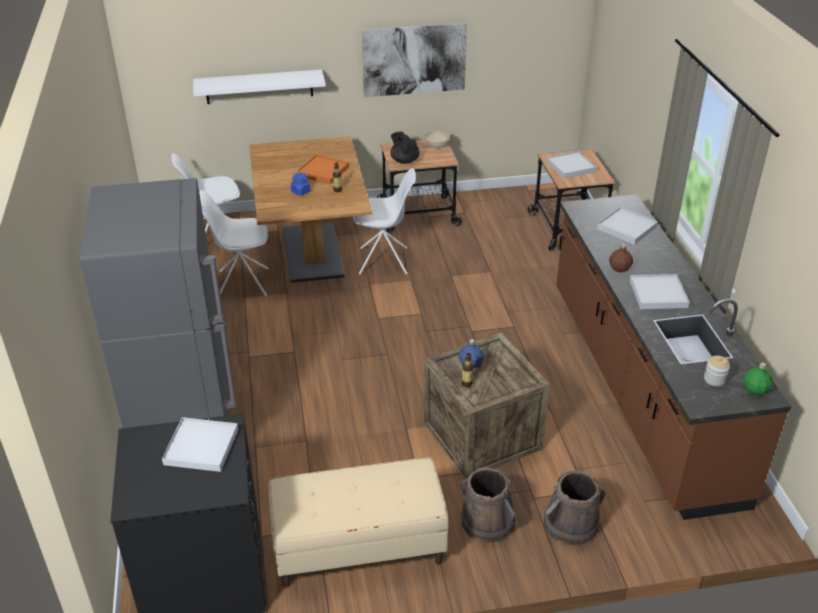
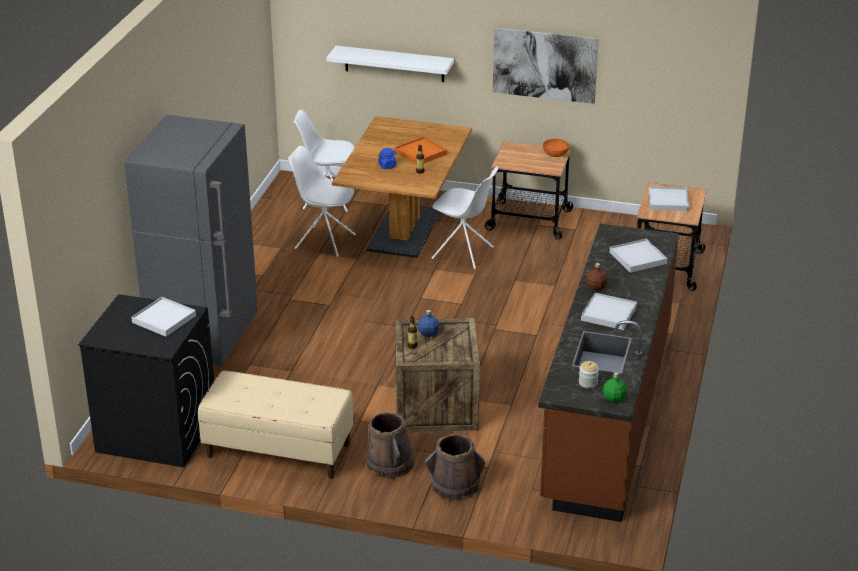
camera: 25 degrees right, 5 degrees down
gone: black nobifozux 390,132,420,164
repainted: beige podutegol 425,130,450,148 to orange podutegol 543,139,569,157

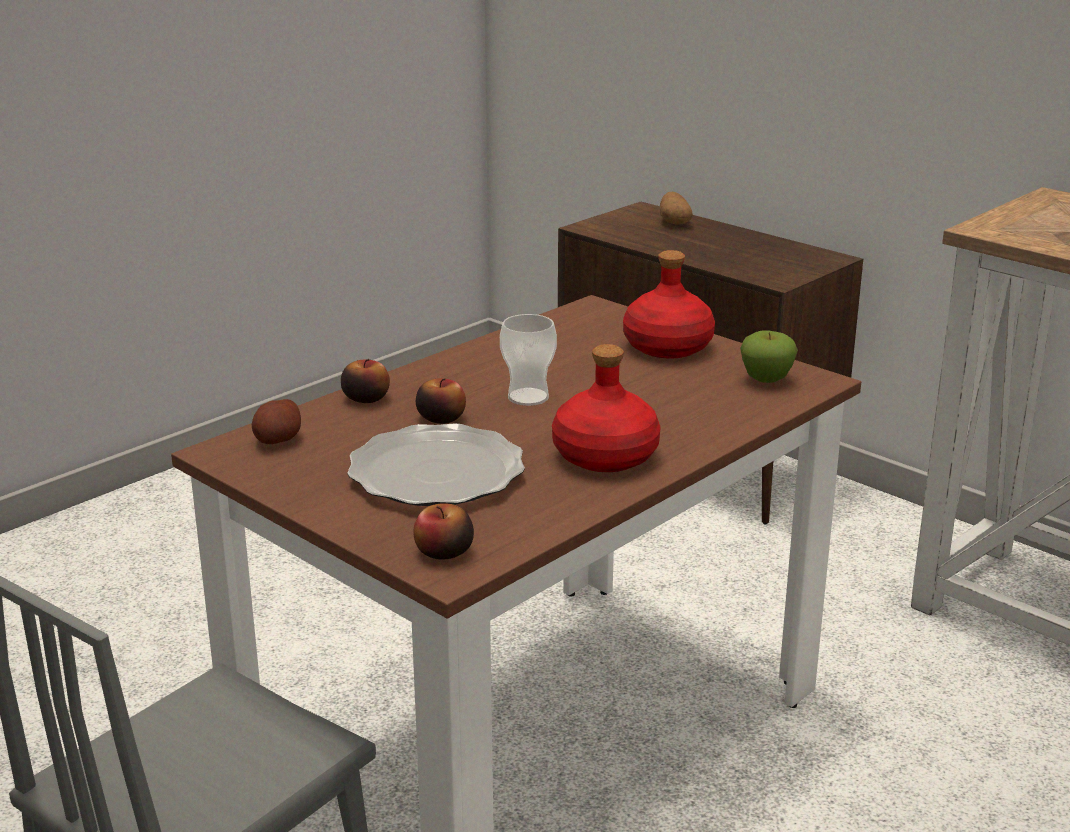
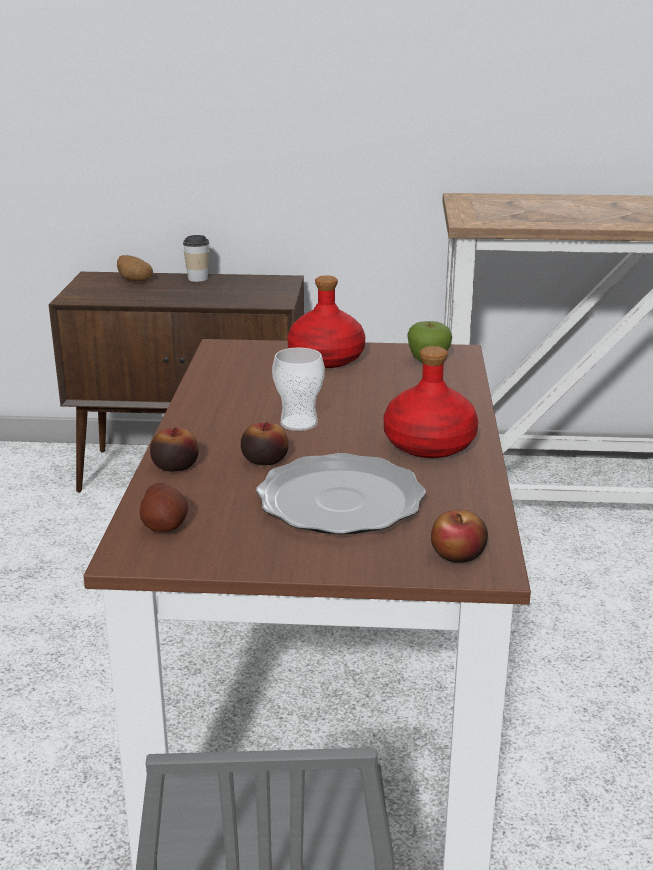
camera: 40 degrees left, 0 degrees up
new: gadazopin 183,235,209,282

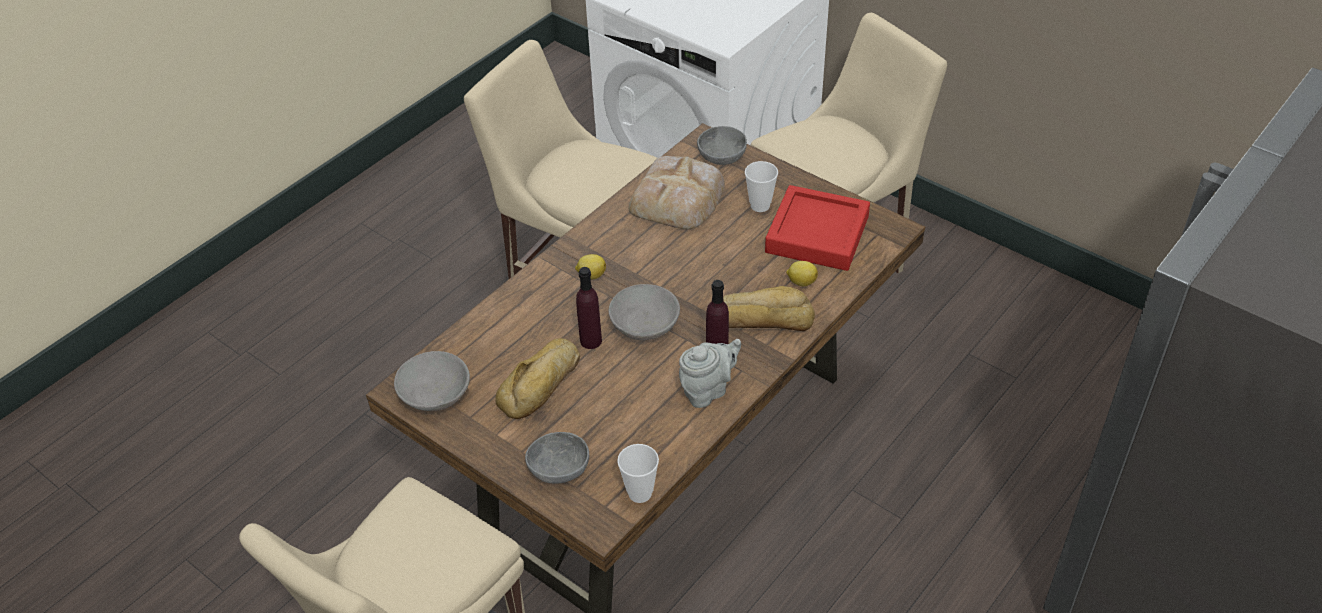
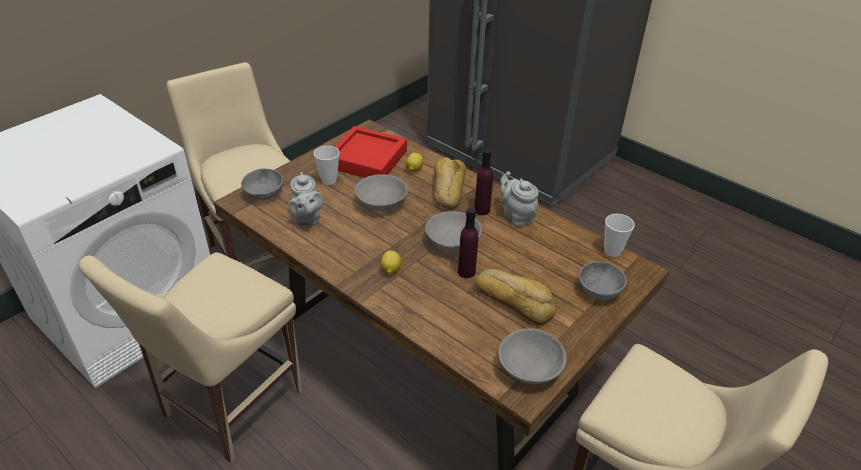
camera: 90 degrees left, 5 degrees down
new: grey podutegol 355,174,408,211
swapped: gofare 629,156,725,229 to grey nobifozux 288,172,323,226

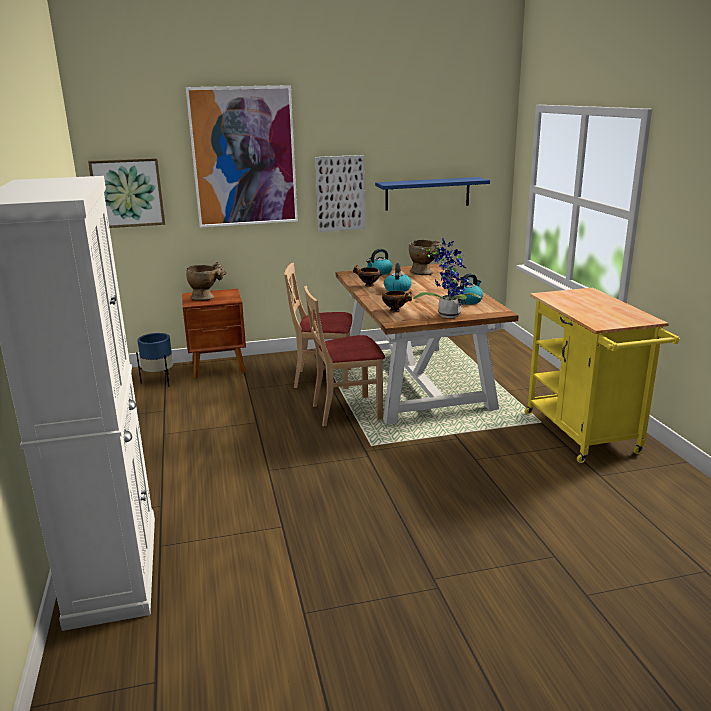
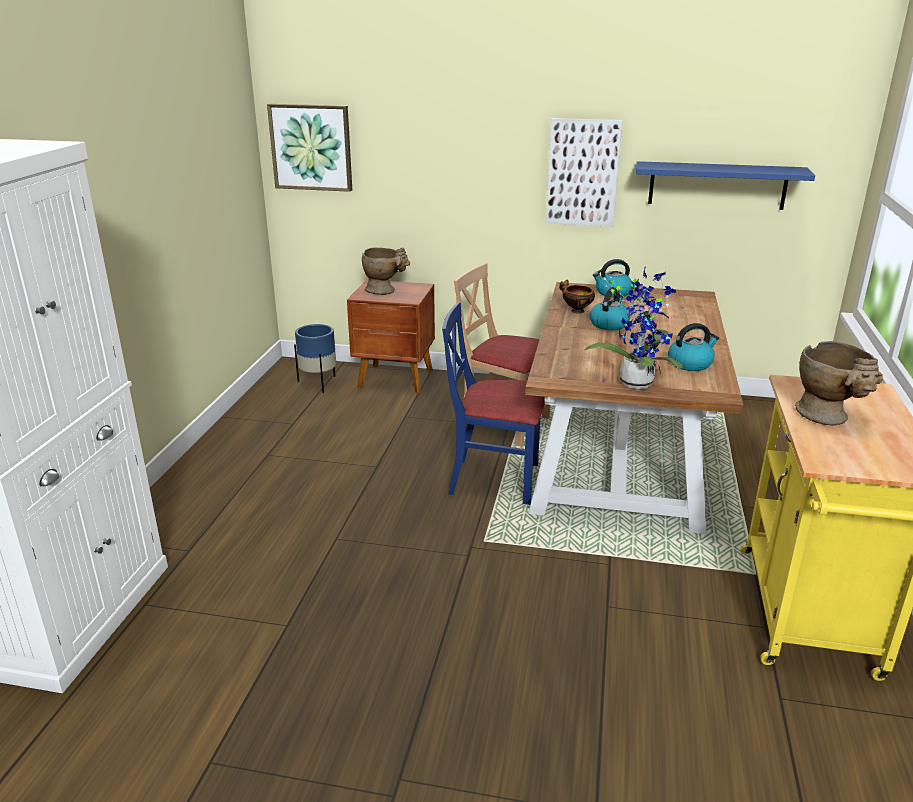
camera: 25 degrees right, 5 degrees up
gone: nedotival 186,85,298,228; podutegol 382,291,412,312
shifted: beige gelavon 409,240,442,275 to 795,341,883,426
repainted: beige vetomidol 304,286,385,426 to blue vetomidol 442,302,545,505

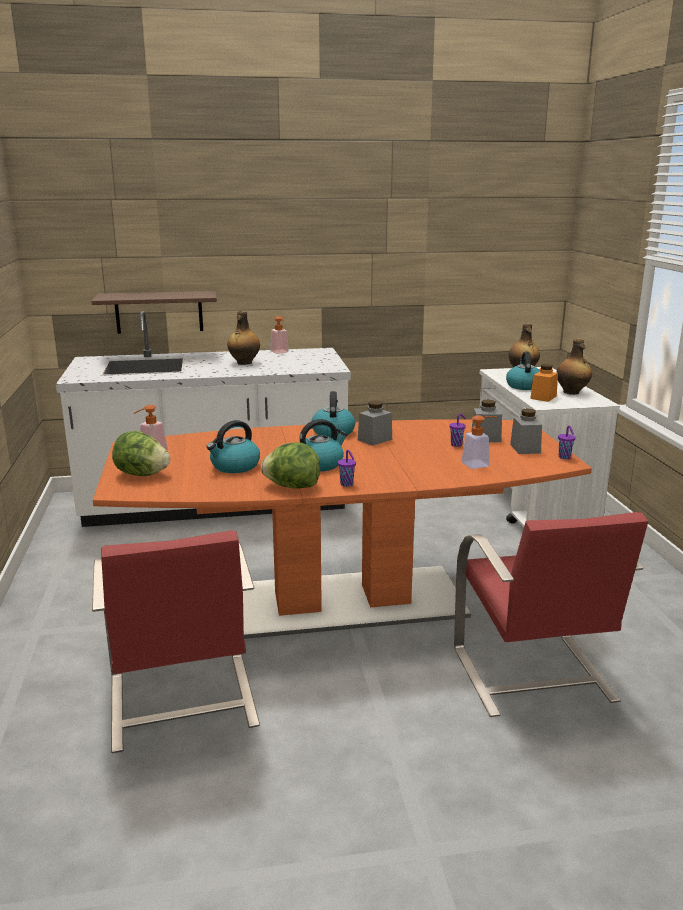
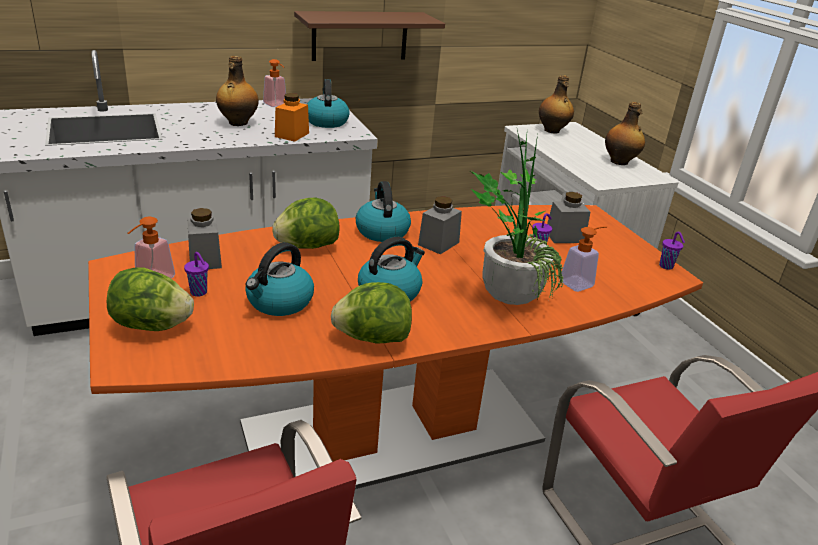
camera: 15 degrees left, 10 degrees up
new: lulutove 273,197,340,249; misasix 470,125,564,305
shifted: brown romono 91,291,217,334 to 294,11,445,61; purple gadazopin 338,450,356,487 to 184,252,209,297; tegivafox 506,352,540,390 to 307,79,350,128; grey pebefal 510,409,542,454 to 187,208,222,269; orange pebefal 530,364,558,402 to 275,93,309,142

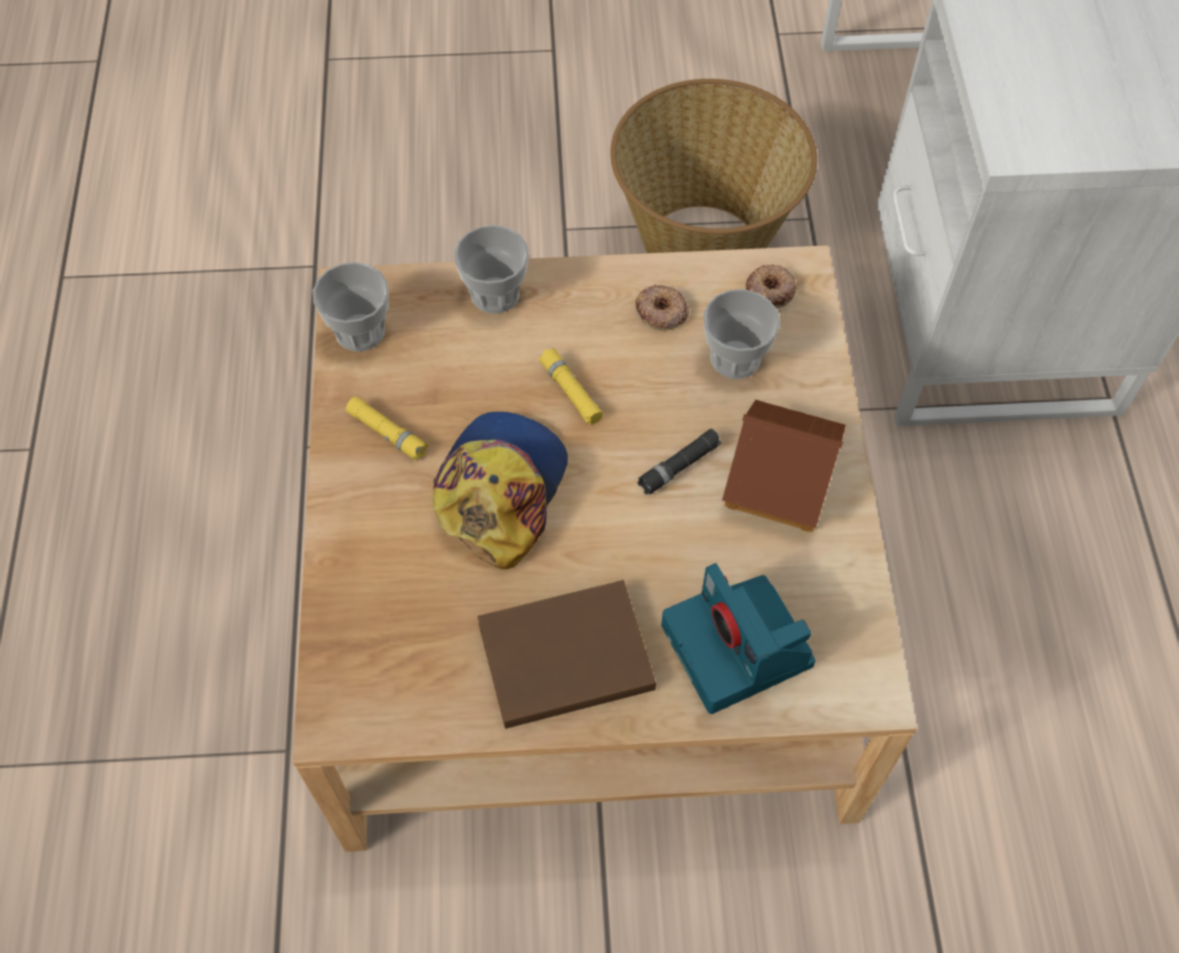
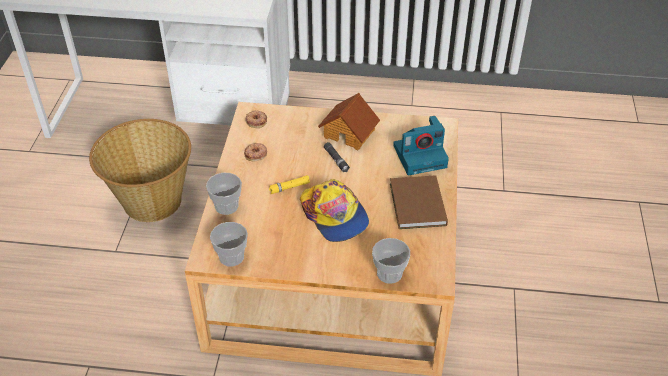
camera: 80 degrees left, 15 degrees down
gone: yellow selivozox 346,397,428,461
shifted: gadazopin 703,289,780,379 to 372,238,410,284
rotated: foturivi 433,412,568,569 = 300,179,369,242 150 degrees counterclockwise

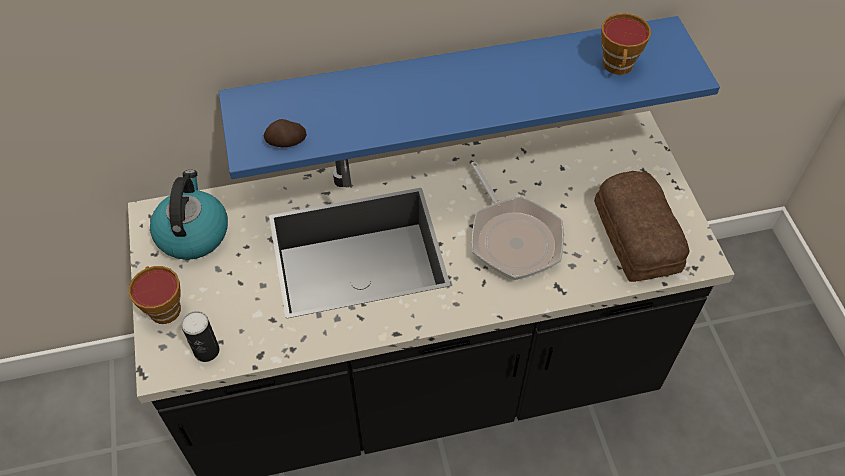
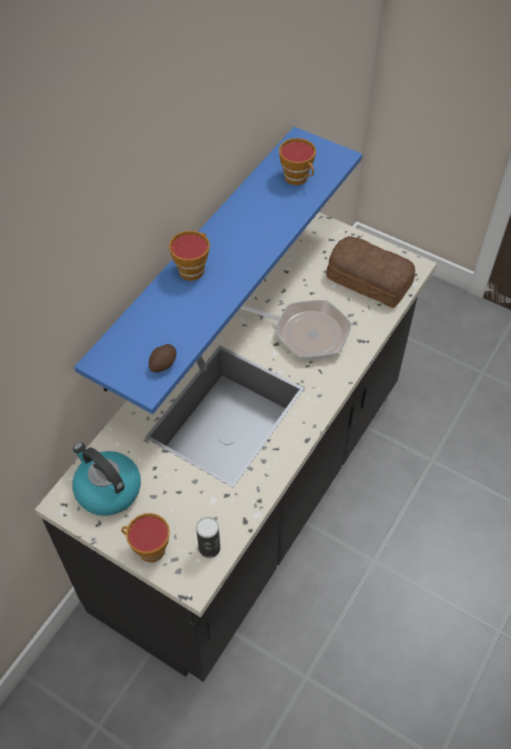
camera: 45 degrees left, 0 degrees up
new: gadazopin 169,231,210,281

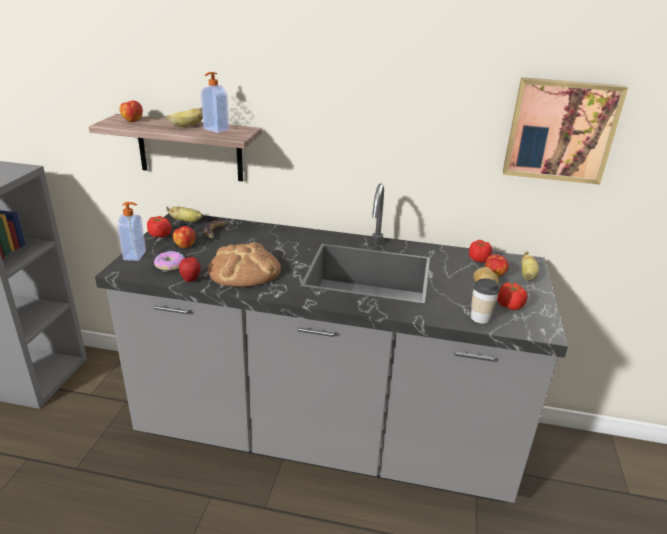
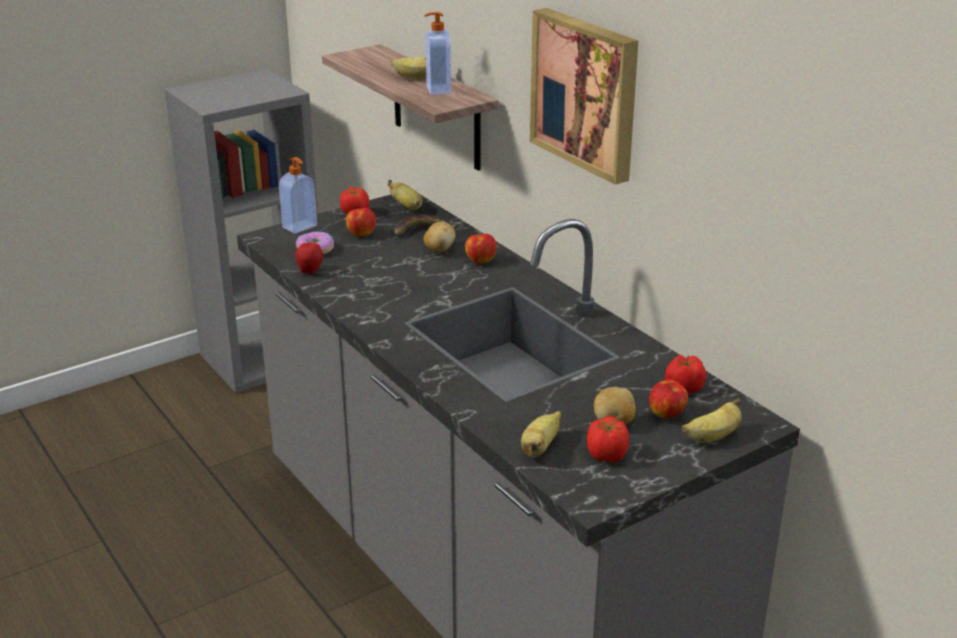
camera: 45 degrees right, 0 degrees up
gone: gofare 208,242,281,287
new: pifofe 424,222,456,252
shifted: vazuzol 119,101,143,122 to 465,234,497,264; nedotival 503,77,628,185 to 530,8,638,185
swapped: gadazopin 471,278,500,323 to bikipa 521,411,561,457

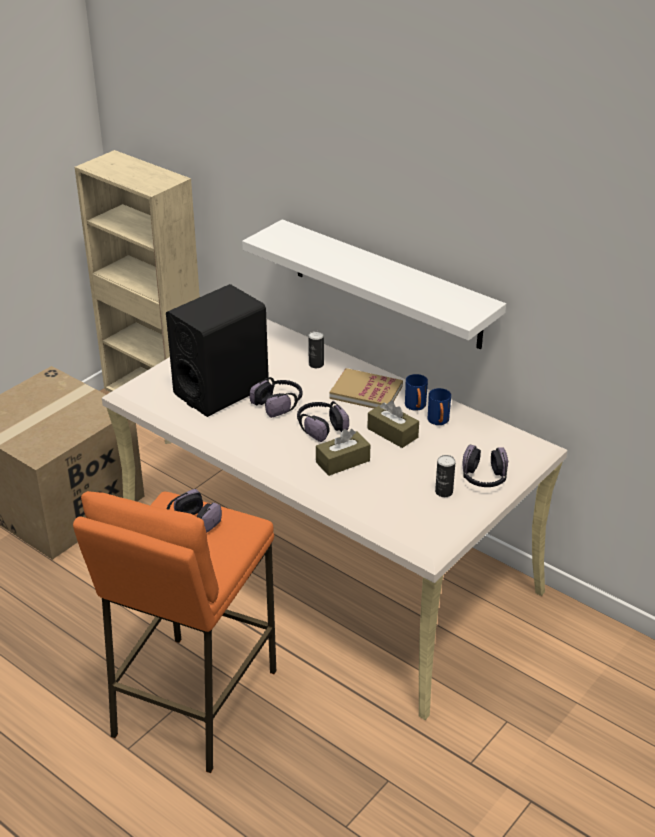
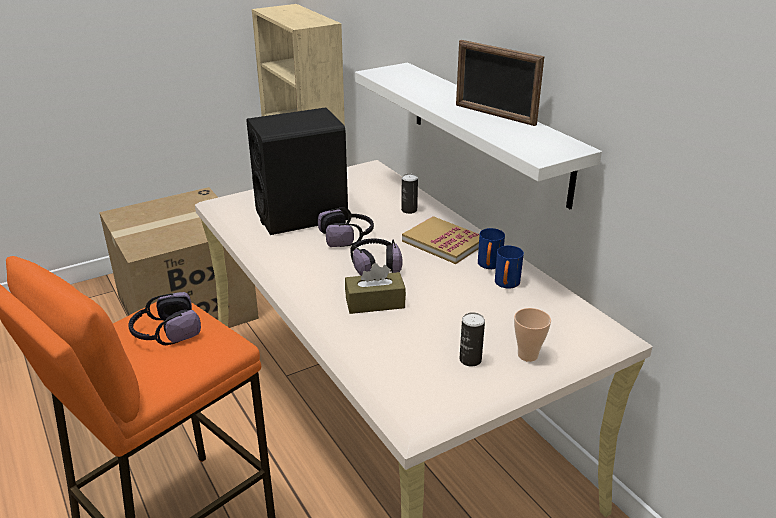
camera: 20 degrees right, 5 degrees down
gone: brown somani 367,401,419,448
new: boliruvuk 456,40,544,126
swapped: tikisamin 462,445,508,487 to gadazopin 514,308,551,362

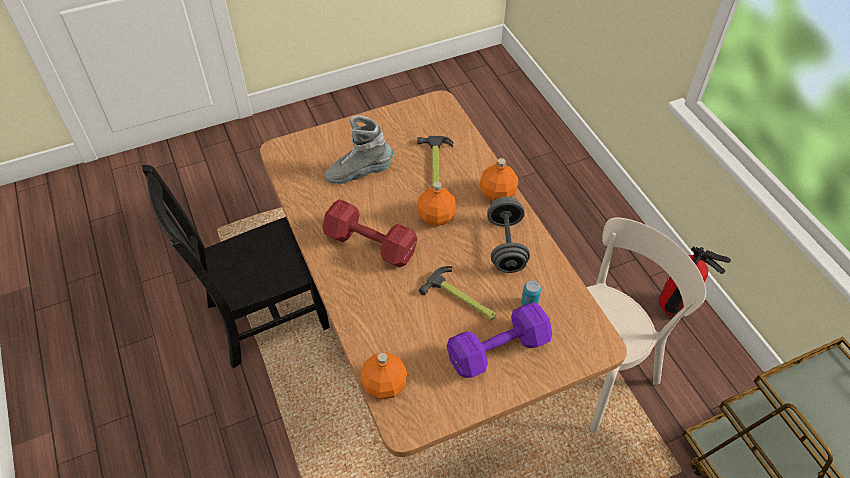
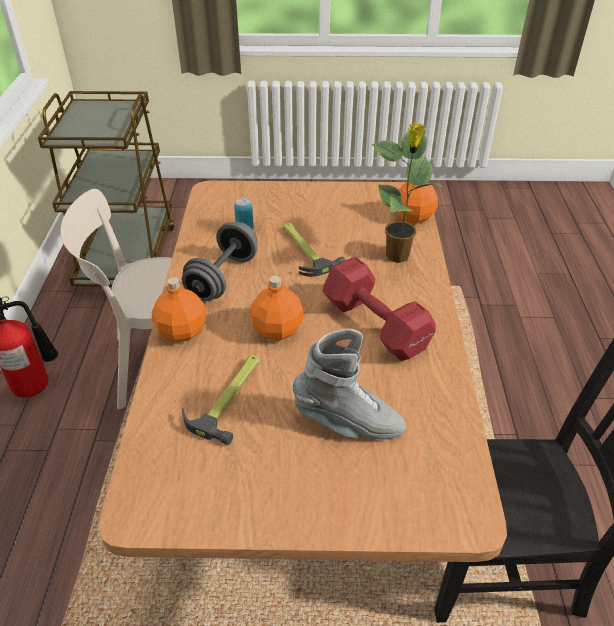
camera: 155 degrees left, 10 degrees down
gone: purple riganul 447,302,552,378
new: misasix 372,123,443,263

